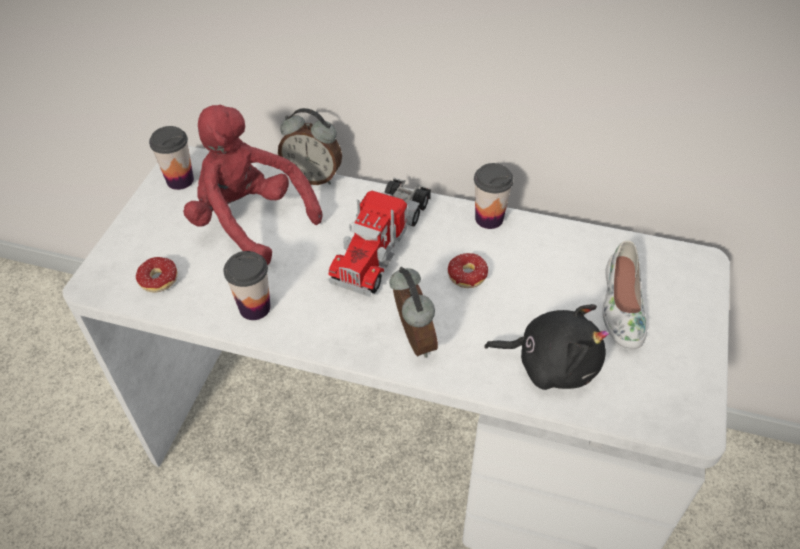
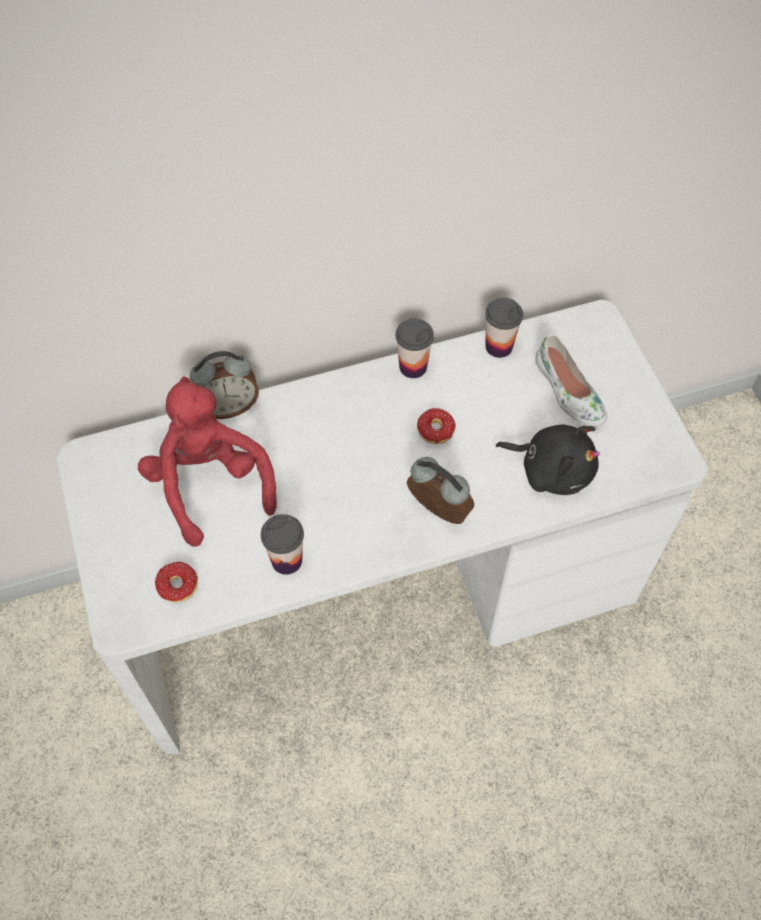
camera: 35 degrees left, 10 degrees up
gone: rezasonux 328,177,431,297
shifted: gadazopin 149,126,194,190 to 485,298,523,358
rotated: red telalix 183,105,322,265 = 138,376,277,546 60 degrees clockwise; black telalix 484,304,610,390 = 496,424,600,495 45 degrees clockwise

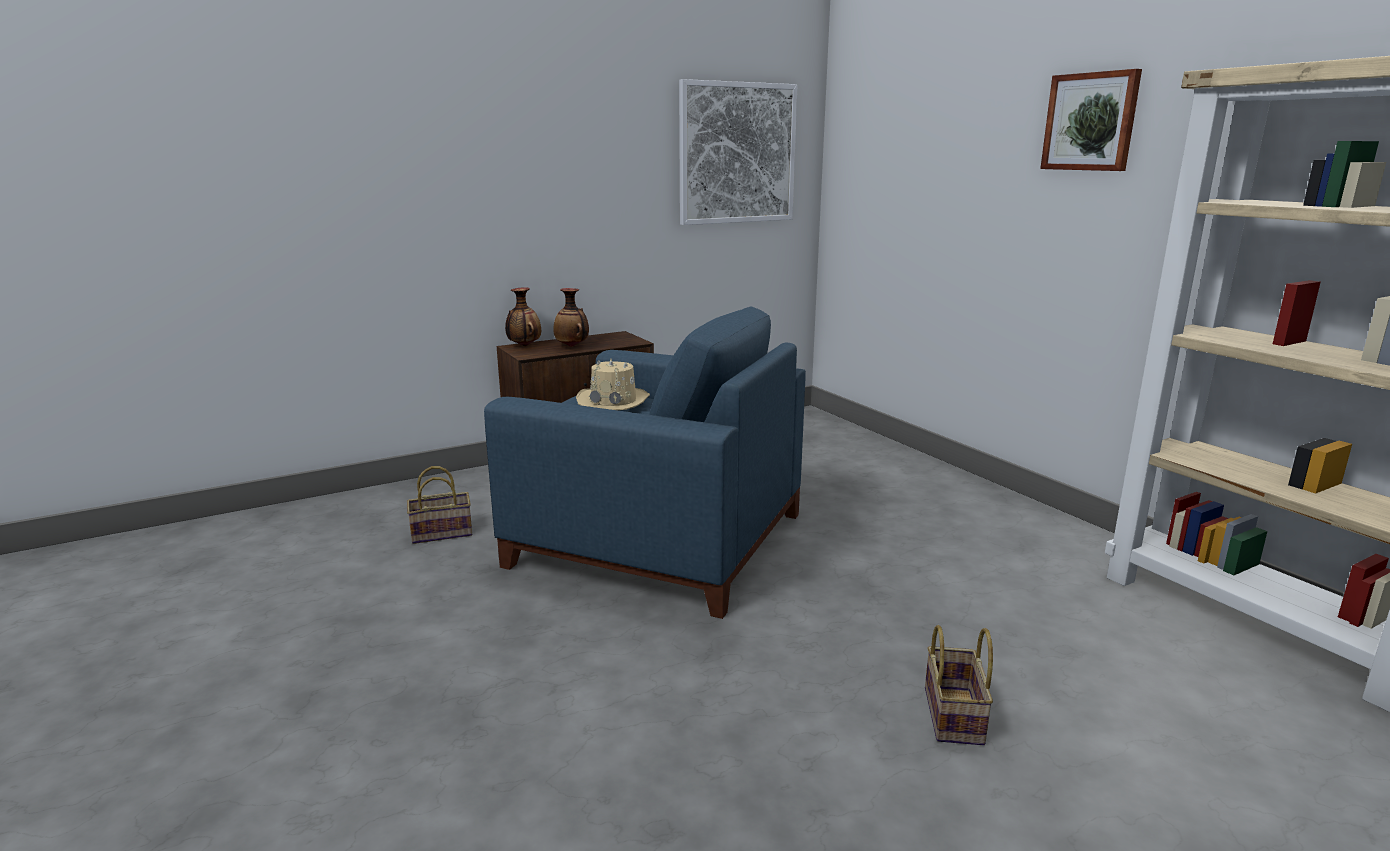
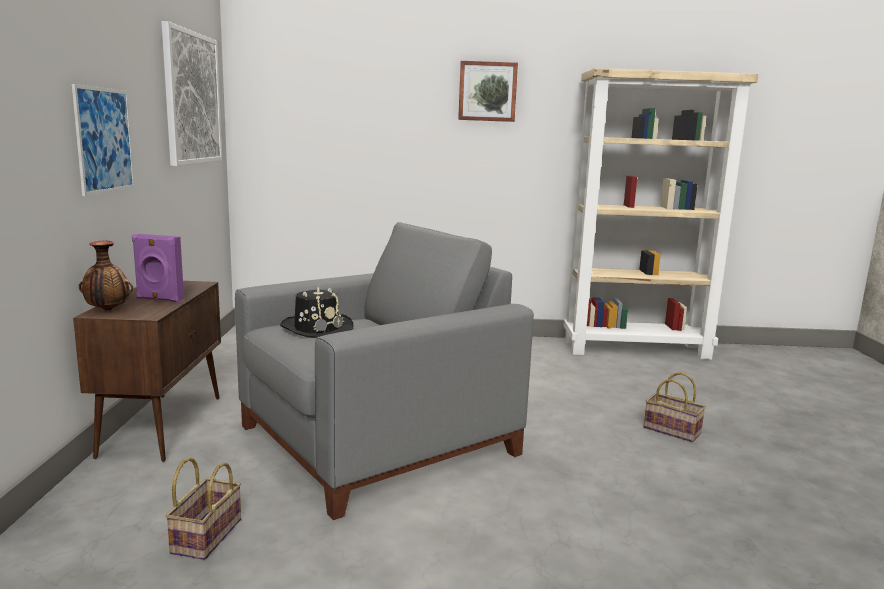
camera: 60 degrees left, 5 degrees down
new: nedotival 72,84,135,196
swapped: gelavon 553,288,589,347 to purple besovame 132,234,184,302
repainted: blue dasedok 484,306,806,619 to grey dasedok 235,222,534,520; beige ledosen 576,359,650,410 to black ledosen 280,287,353,338

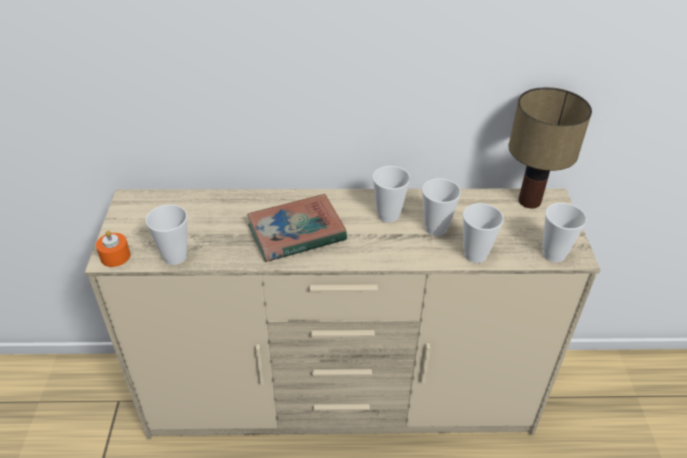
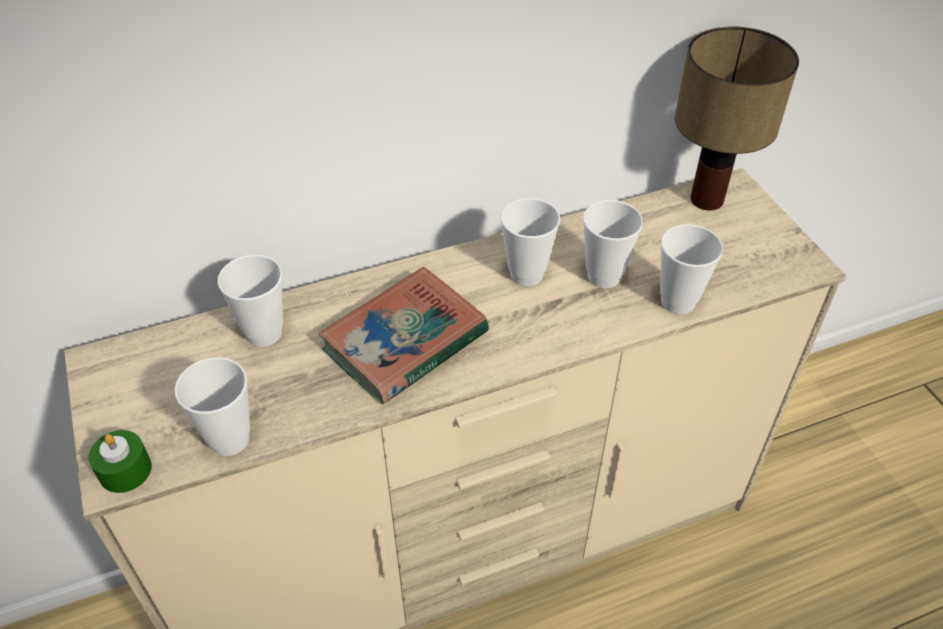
camera: 20 degrees left, 5 degrees up
shifted: gadazopin 542,203,587,262 to 217,255,283,347
repainted: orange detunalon 96,230,130,267 to green detunalon 89,430,152,493

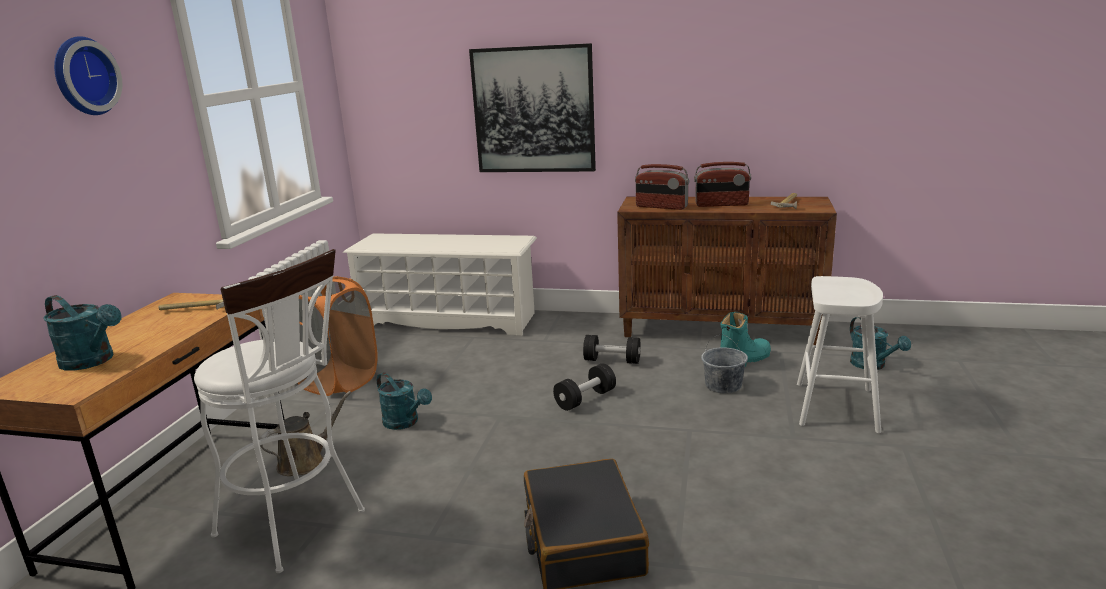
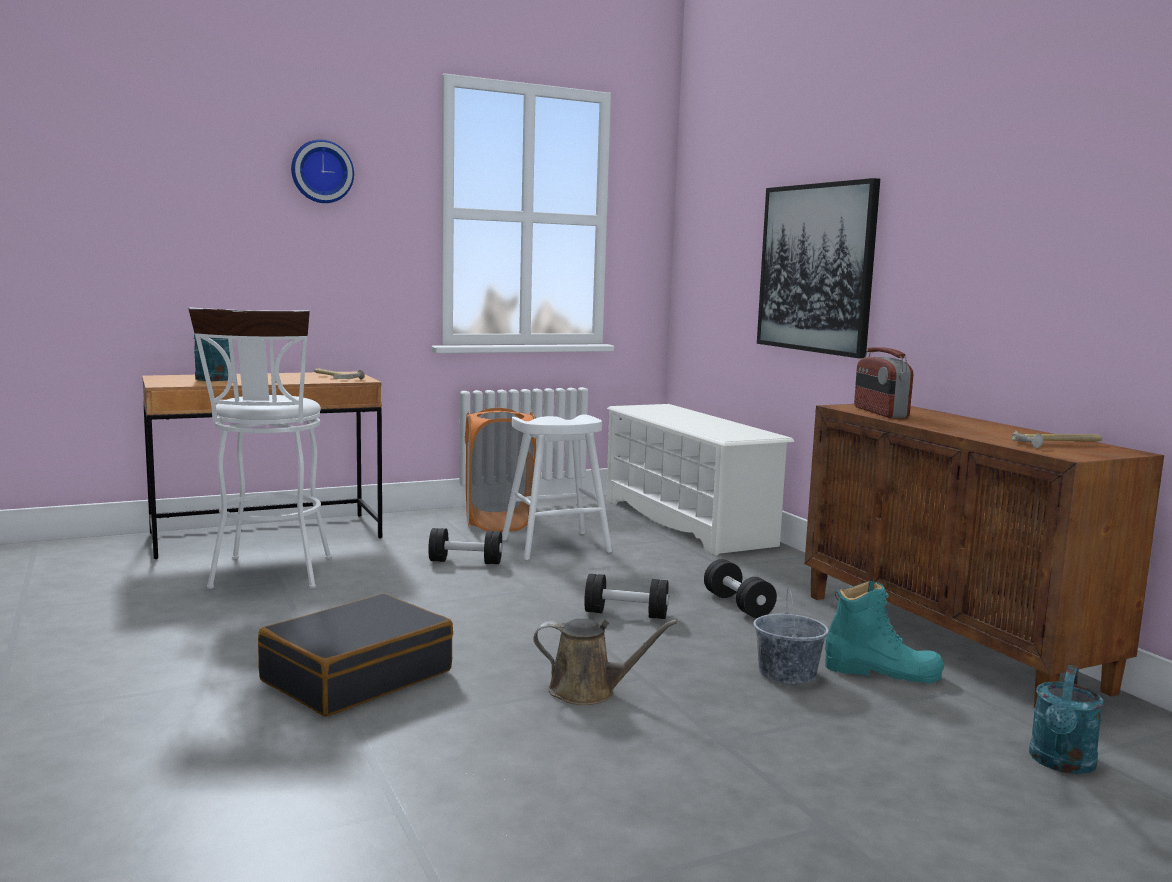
camera: 50 degrees right, 10 degrees down
gone: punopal 694,162,751,207
shifted: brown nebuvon 260,391,351,476 to 533,619,678,705; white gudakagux 797,276,883,433 to 502,414,612,560
swapped: turquoise nebuvon 377,372,432,430 to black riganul 428,528,502,564

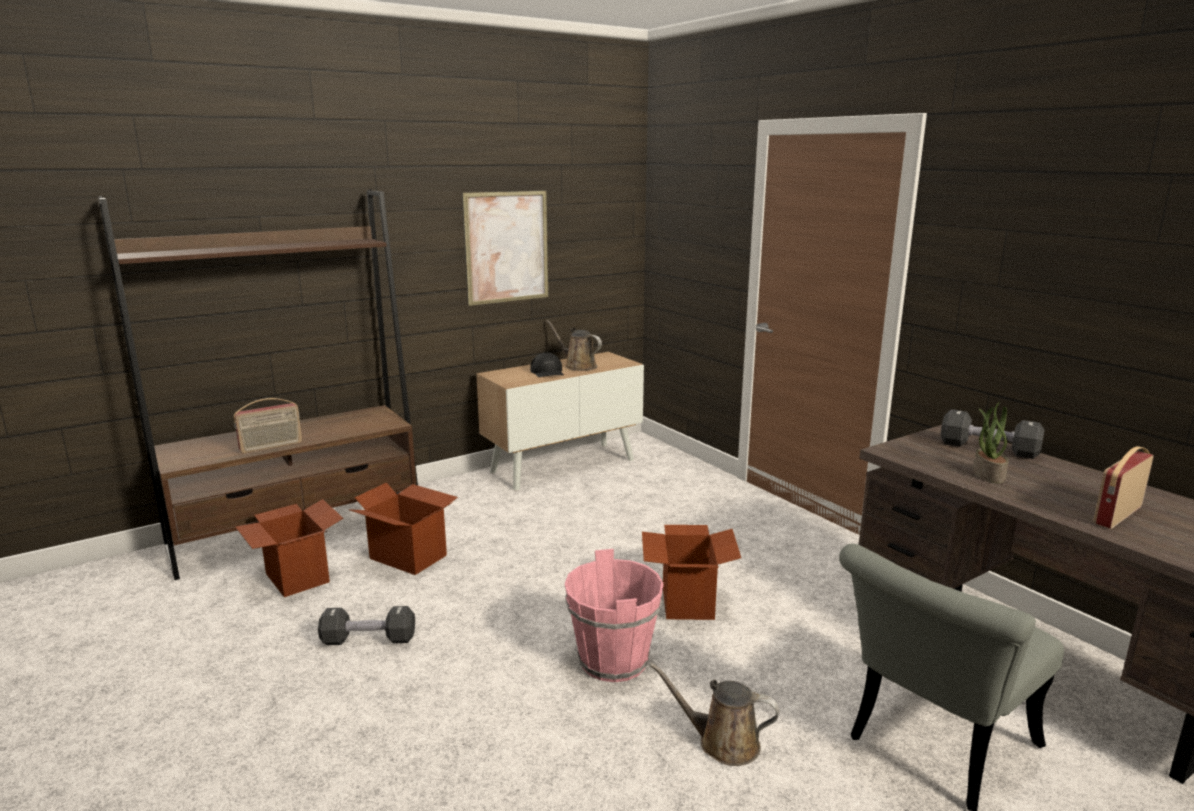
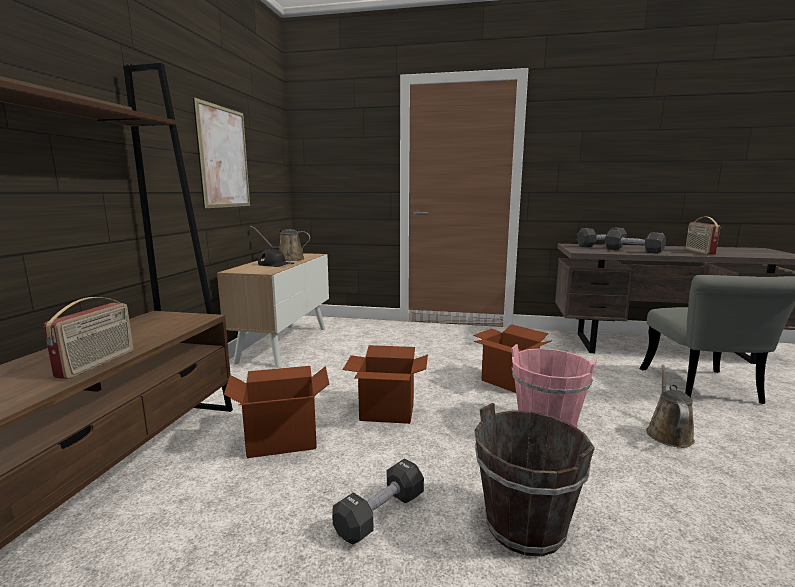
camera: 45 degrees left, 5 degrees down
new: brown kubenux 475,403,595,556
shifted: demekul 235,499,343,597 to 343,345,428,424
swapped: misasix 973,402,1009,483 to black riganul 605,230,666,254
rotated: brown nebuvon 650,663,779,766 = 646,365,695,448 135 degrees clockwise

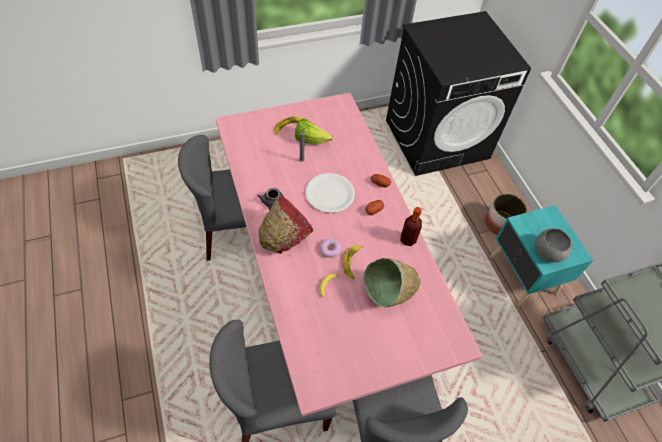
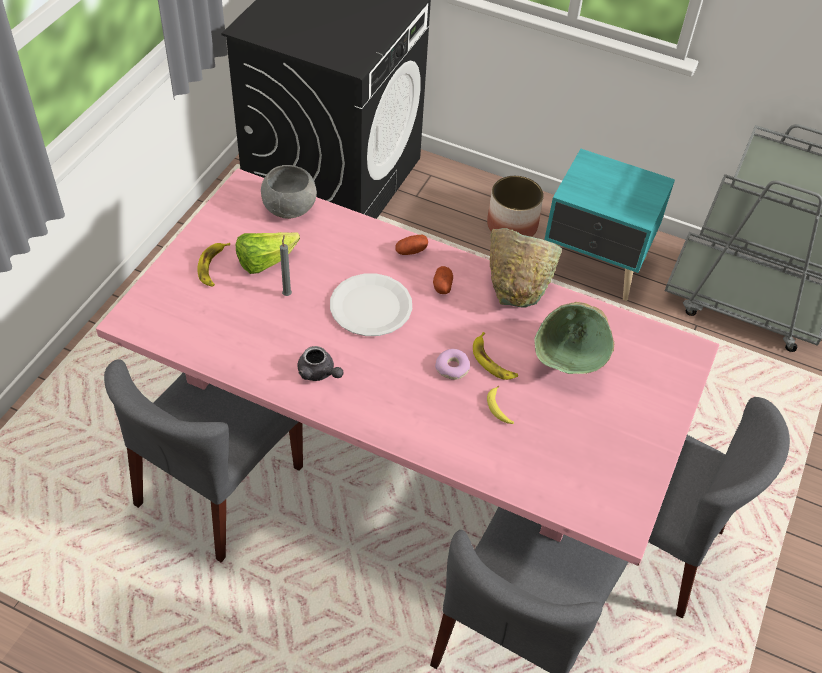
camera: 45 degrees left, 5 degrees down
gone: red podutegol 258,197,313,254
shifted: grey podutegol 535,228,572,262 to 261,165,317,219
swapped: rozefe 401,207,422,246 to green podutegol 490,228,562,308

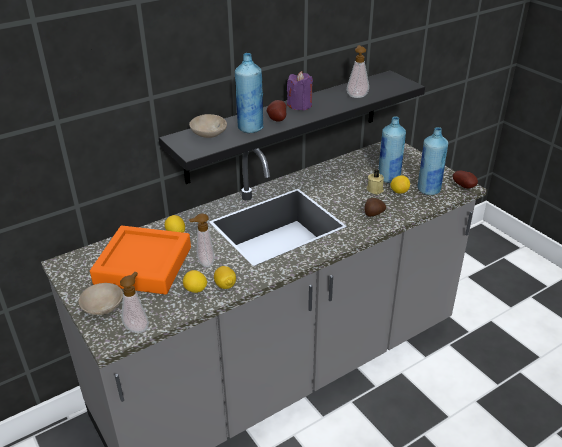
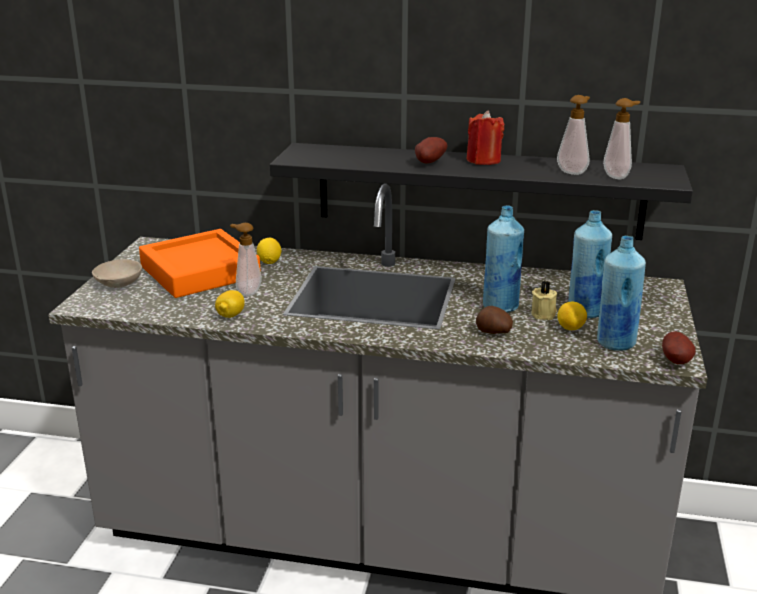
camera: 45 degrees right, 10 degrees down
gone: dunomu 183,270,207,293; beige podutegol 189,114,227,138
shifted: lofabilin 120,272,149,333 to 603,98,640,179; blue rozefe 235,53,264,133 to 483,205,524,312
repainted: purple detunalon 287,71,313,110 to red detunalon 467,110,505,165

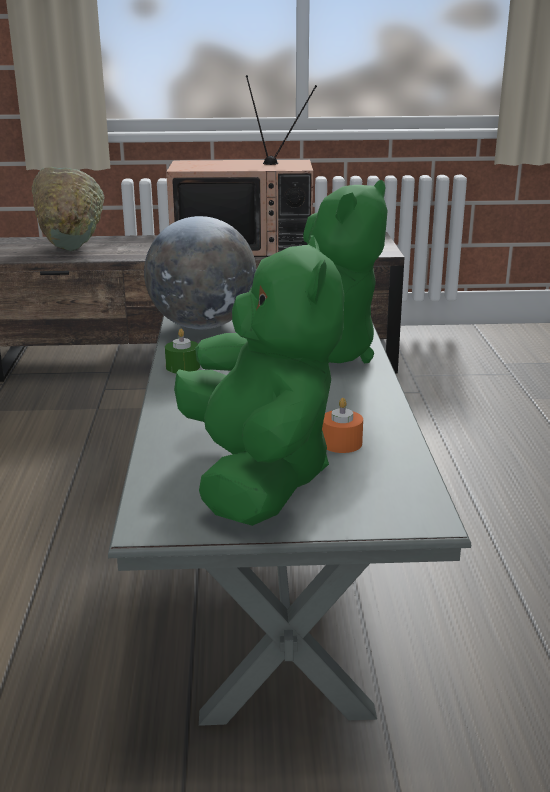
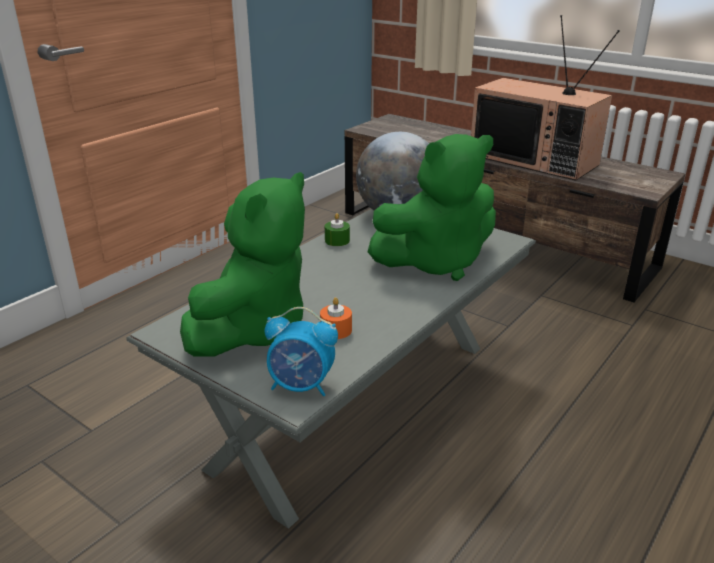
camera: 40 degrees right, 5 degrees up
gone: green podutegol 32,167,104,251
new: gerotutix 265,307,338,396

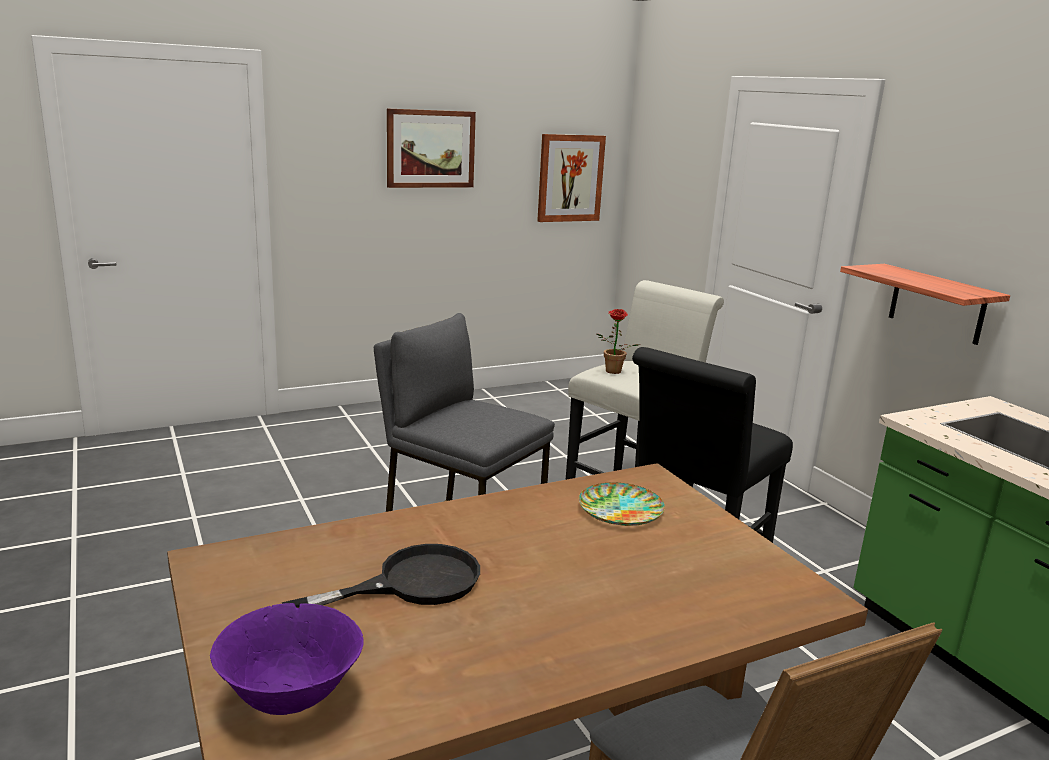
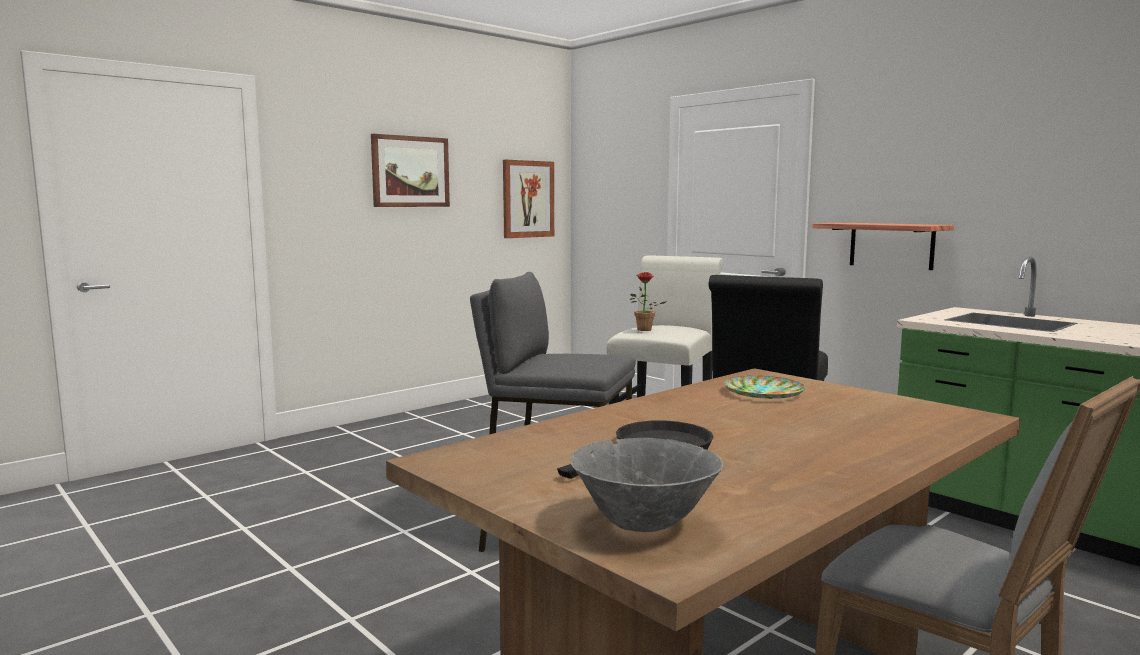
camera: 15 degrees left, 10 degrees down
repainted: purple podutegol 210,603,364,715 to grey podutegol 570,438,723,532

